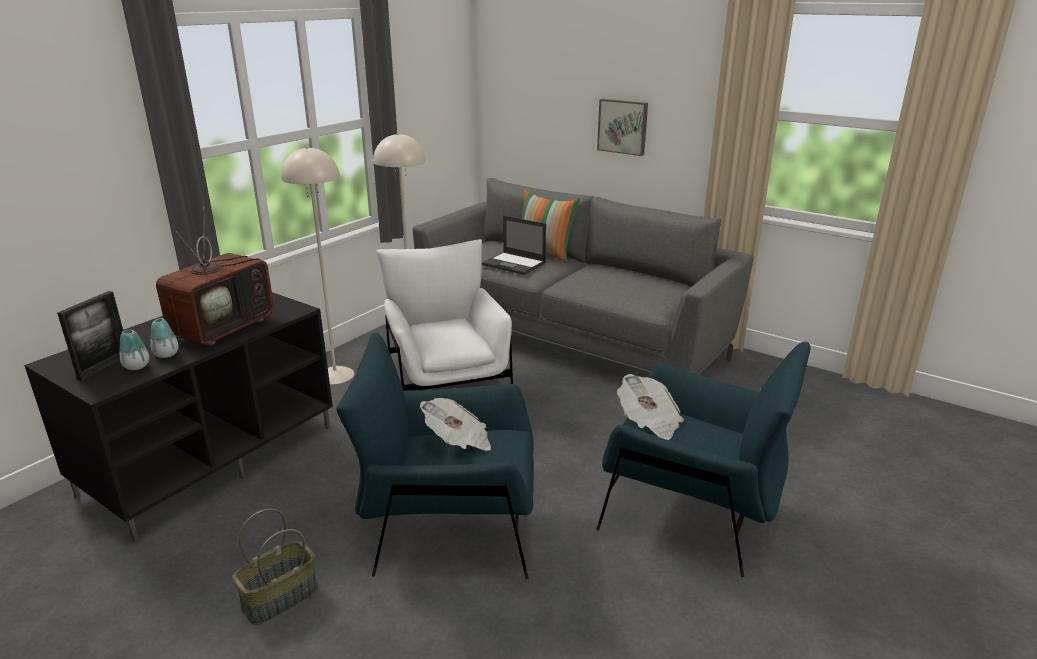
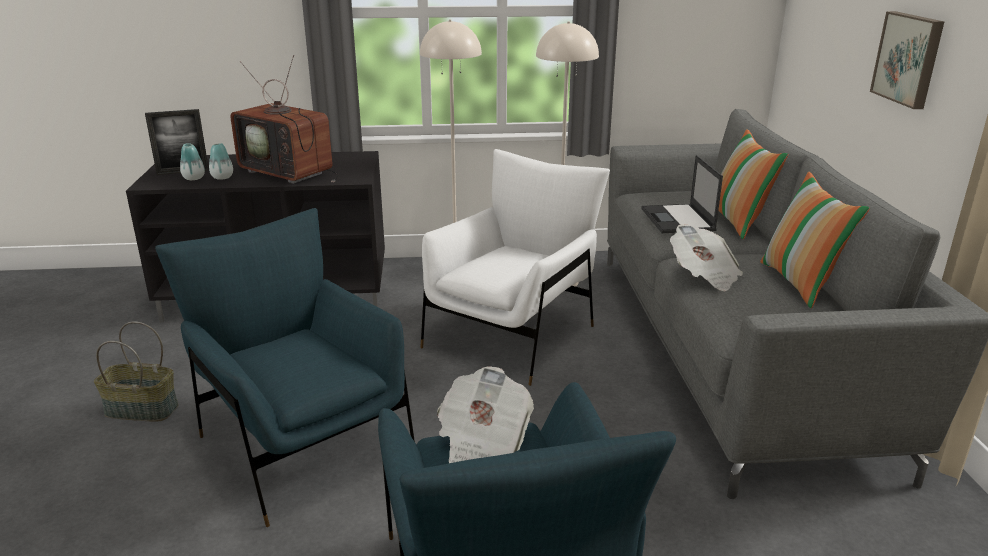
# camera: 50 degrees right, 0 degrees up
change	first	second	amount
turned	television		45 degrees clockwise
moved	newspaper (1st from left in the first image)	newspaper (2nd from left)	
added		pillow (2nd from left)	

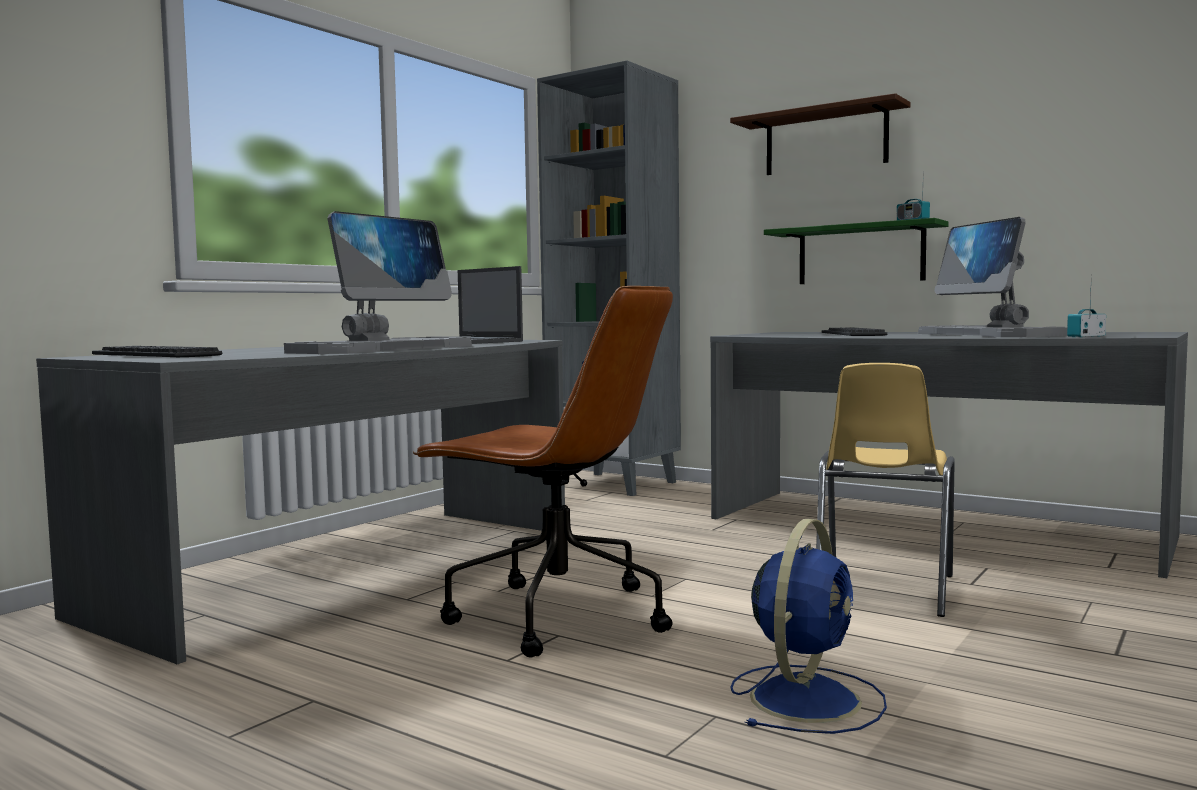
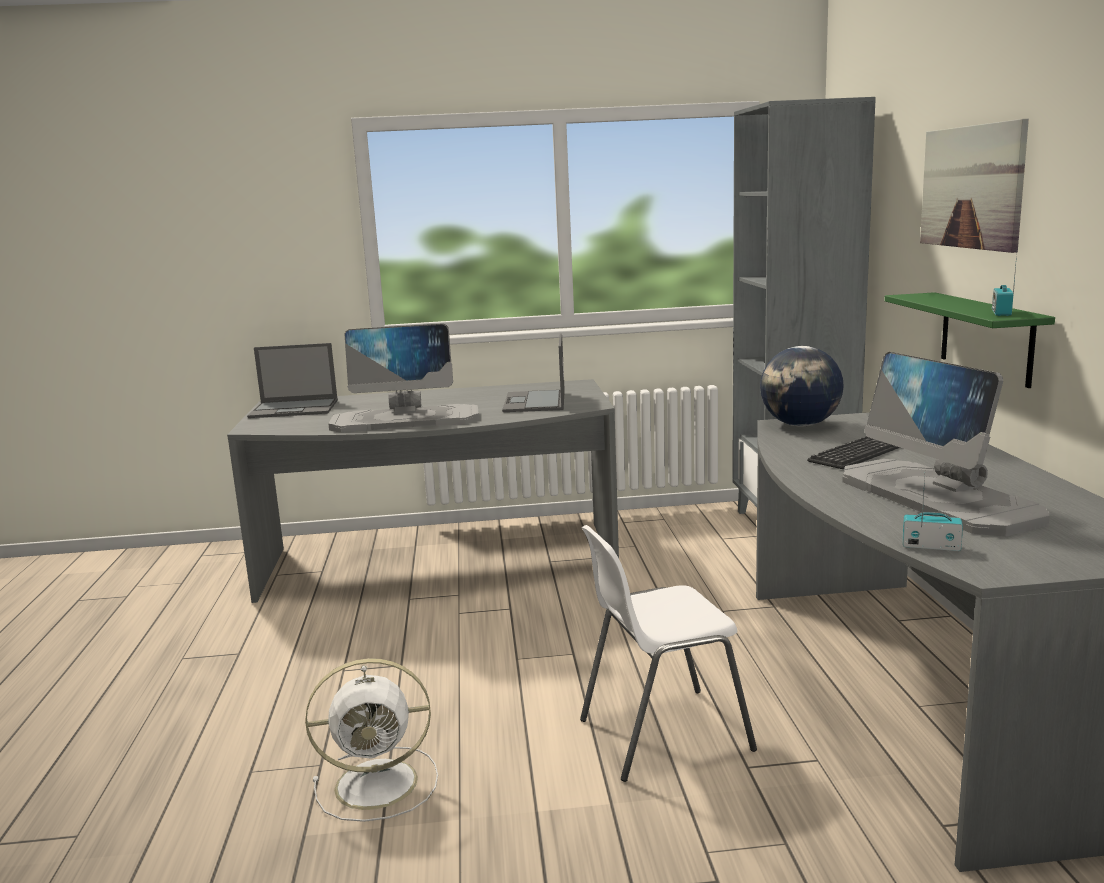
# camera: 50 degrees right, 10 degrees up
change	first	second	amount
replaced	keyboard (1st from left)	laptop (1st from left)	
removed	office chair in brown		
replaced	shelf in brown	picture	
recoloured	fan in blue	fan in white	
recoloured	chair in yellow	chair in white	
turned	monitor (2nd from left)		60 degrees counterclockwise
added		globe	

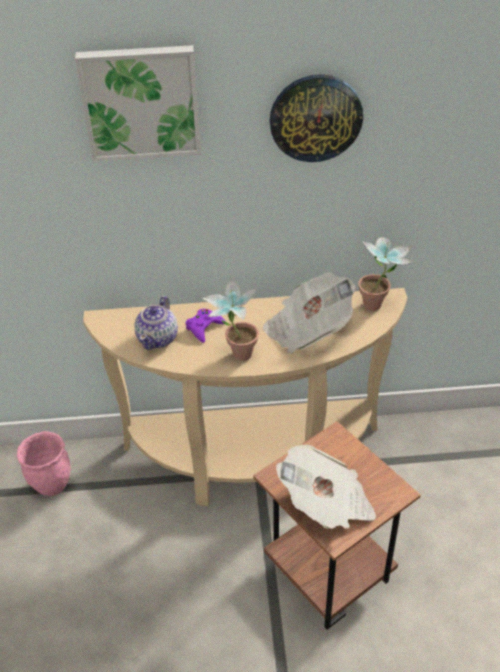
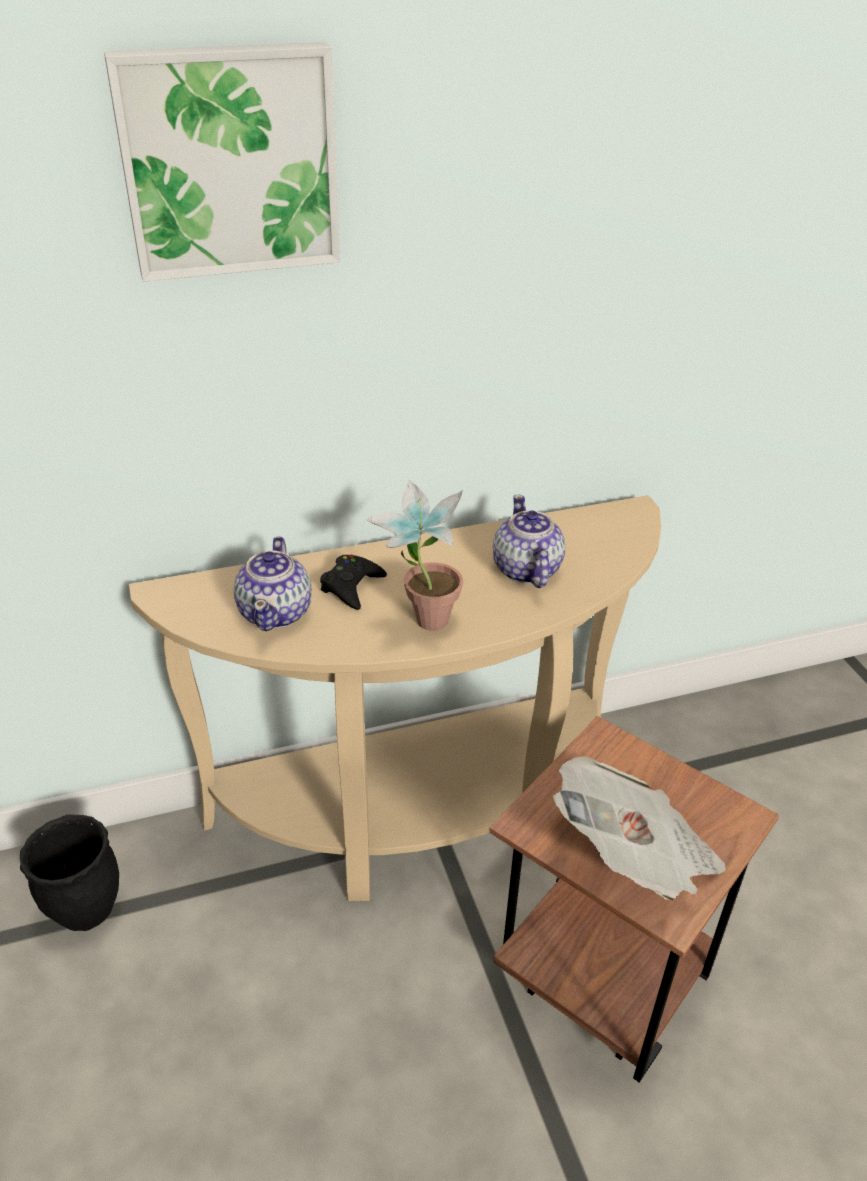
# camera: 15 degrees left, 5 degrees down
change	first	second	amount
recoloured	planter in pink	planter in black	
recoloured	game controller in purple	game controller in black	
replaced	newspaper (1st from left)	teapot (2nd from left)	
removed	wall clock		
removed	potted plant (2nd from left)		

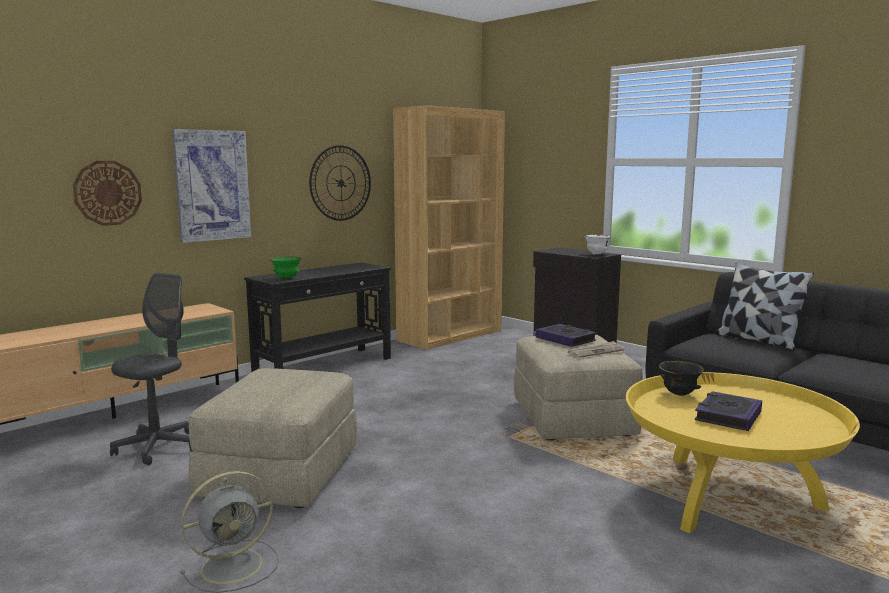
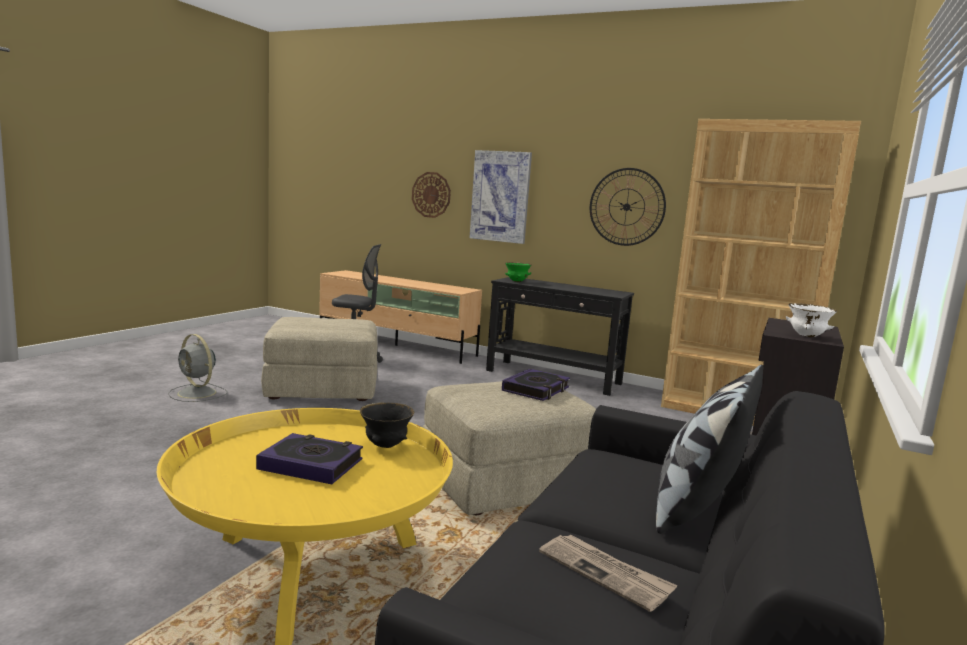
# camera: 70 degrees right, 0 degrees up
change	first	second	amount
moved	newspaper		

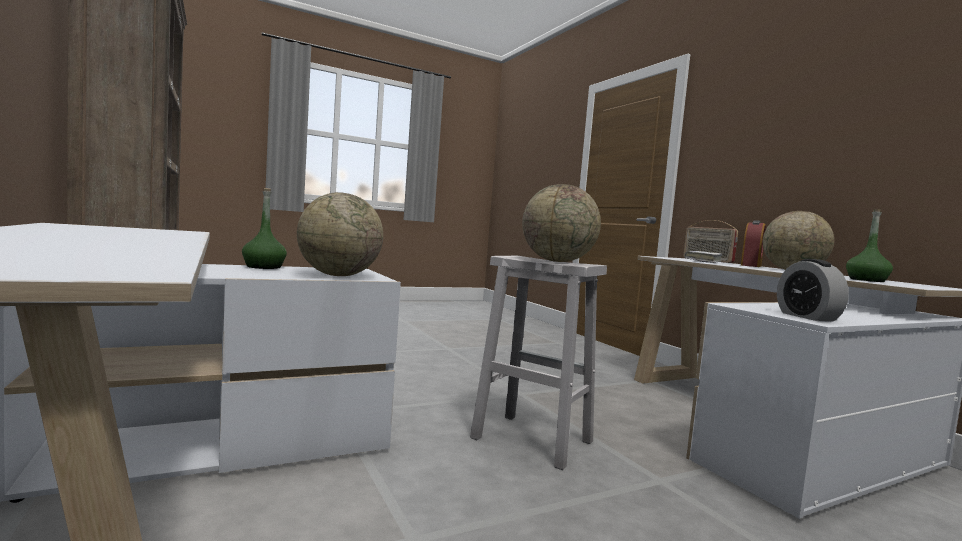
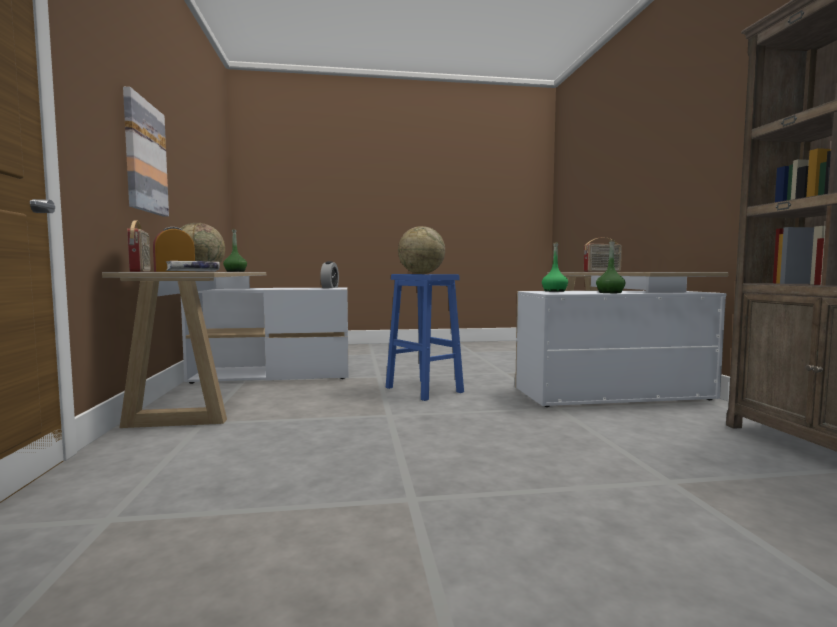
# camera: 160 degrees left, 0 degrees up
change	first	second	amount
replaced	globe (1st from left)	bottle in green (2nd from left)	
recoloured	stool in white	stool in blue	
added		picture	
added		radio (2nd from left)	

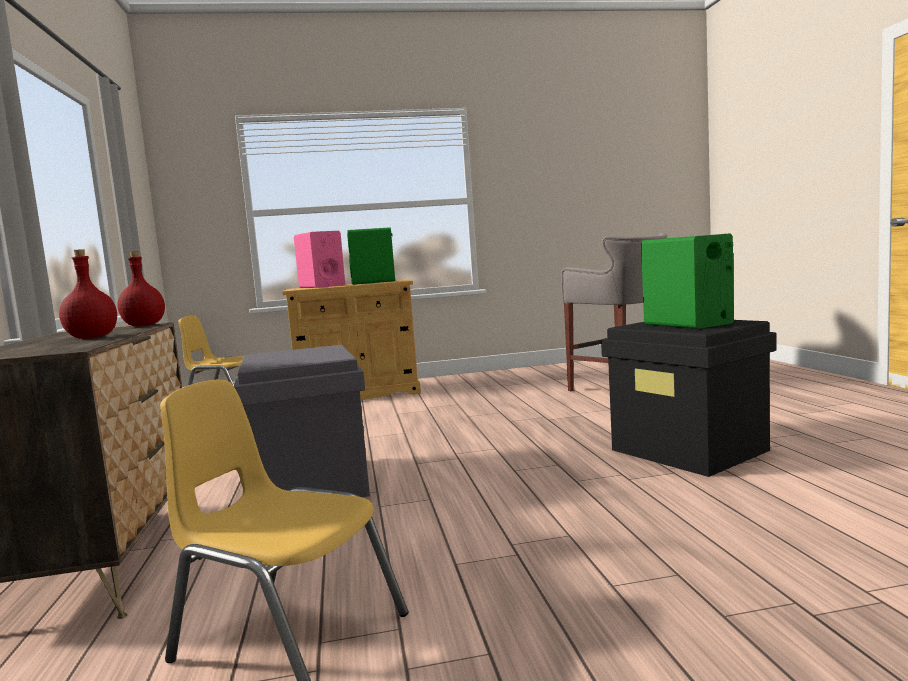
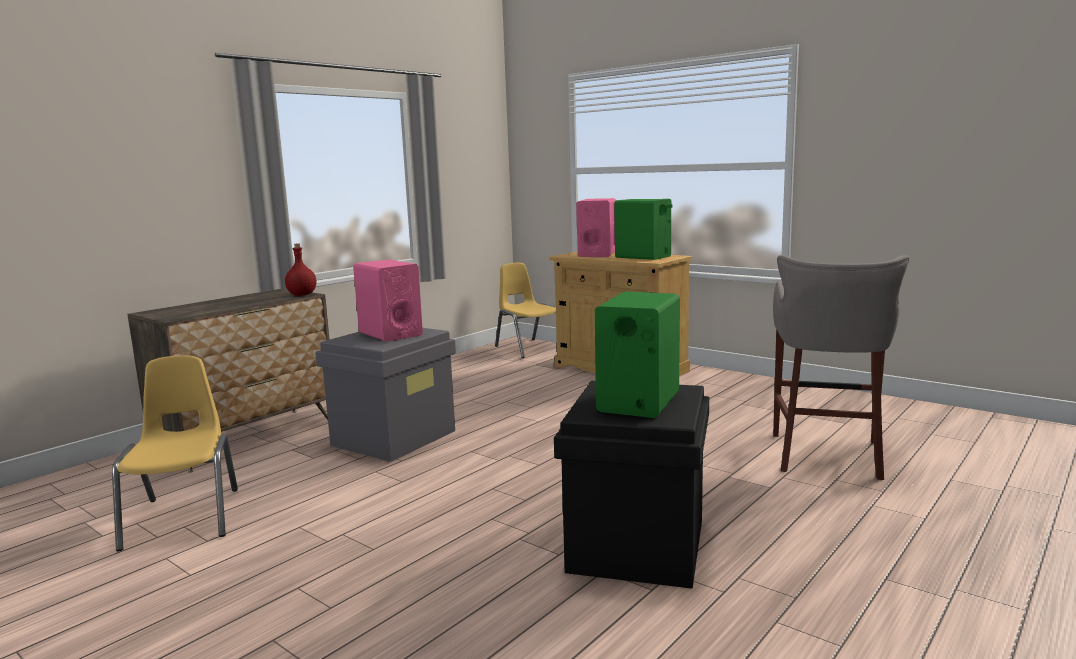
# camera: 50 degrees right, 5 degrees up
change	first	second	amount
removed	bottle in red (1st from left)		
added		speaker in pink (1st from left)	

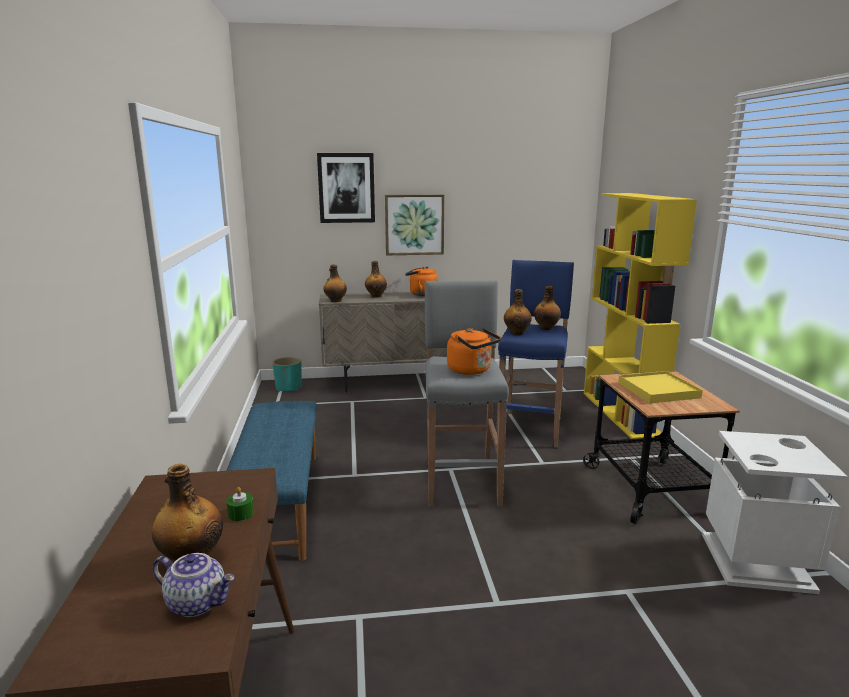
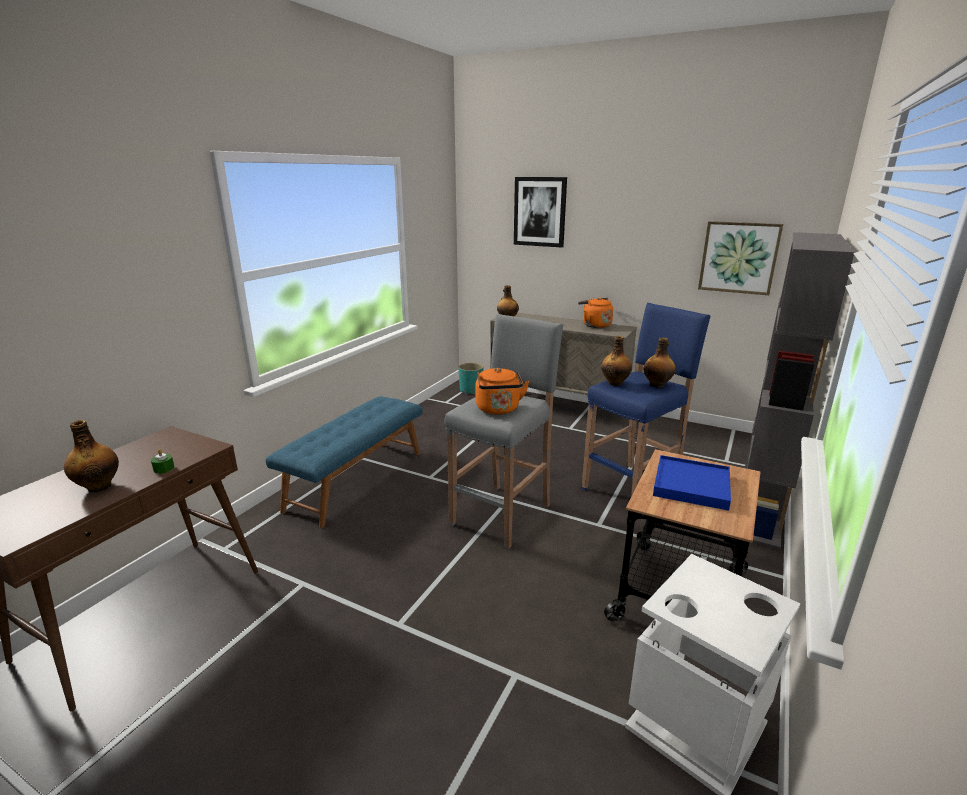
# camera: 35 degrees right, 5 degrees up
change	first	second	amount
removed	teapot		
removed	bottle (3rd from left)		
moved	picture (2nd from left)		
recoloured	bookcase in yellow	bookcase in grey	
recoloured	tray in yellow	tray in blue	

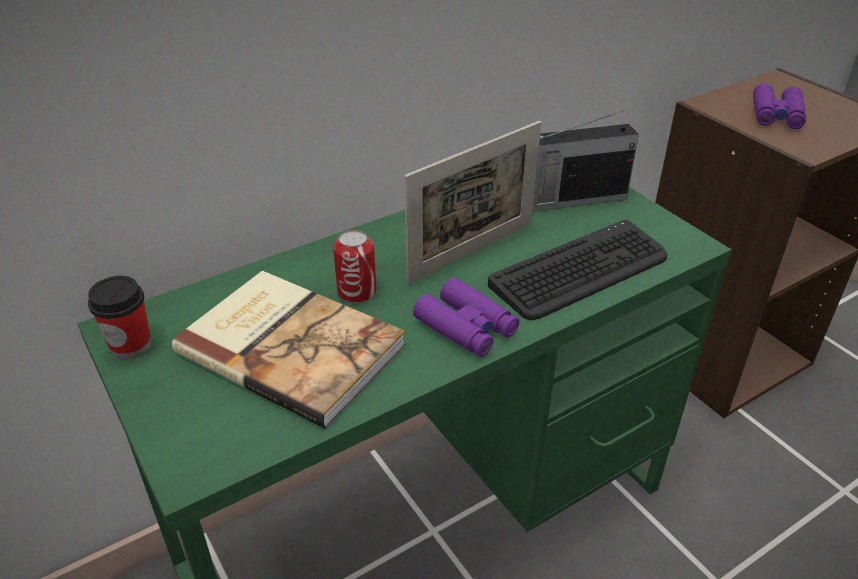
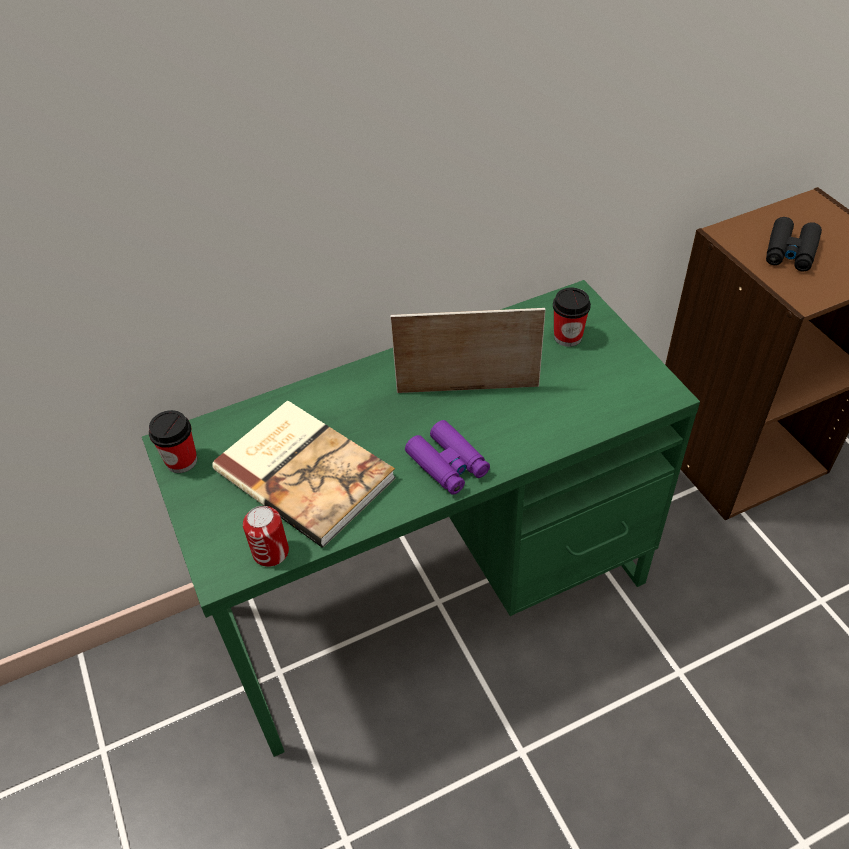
# camera: 10 degrees right, 10 degrees up
change	first	second	amount
moved	can		
turned	picture frame		150 degrees counterclockwise
removed	keyboard		
replaced	radio	cup (2nd from left)	
recoloured	binoculars in purple (2nd from left)	binoculars in black	

